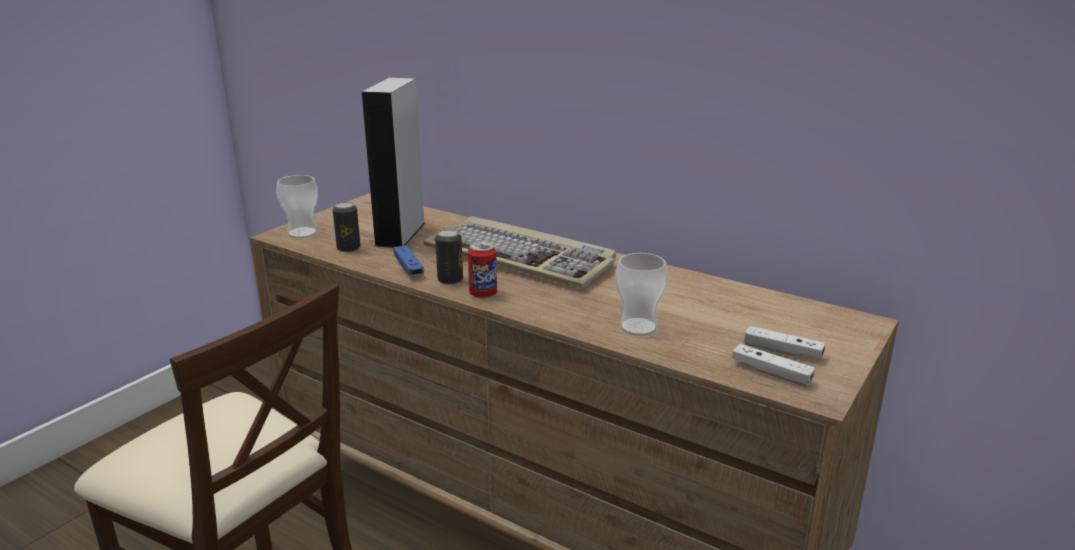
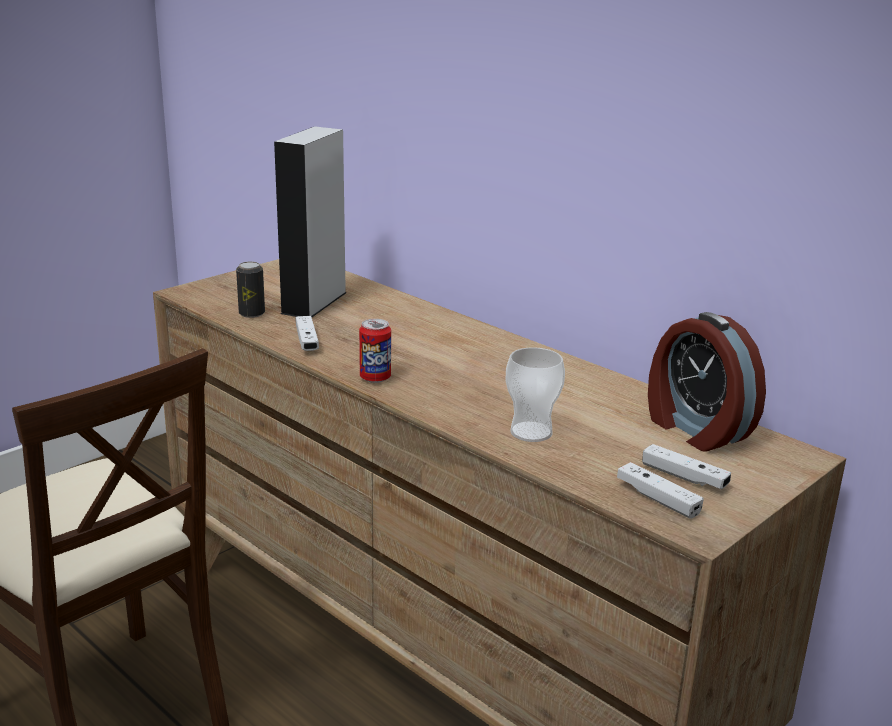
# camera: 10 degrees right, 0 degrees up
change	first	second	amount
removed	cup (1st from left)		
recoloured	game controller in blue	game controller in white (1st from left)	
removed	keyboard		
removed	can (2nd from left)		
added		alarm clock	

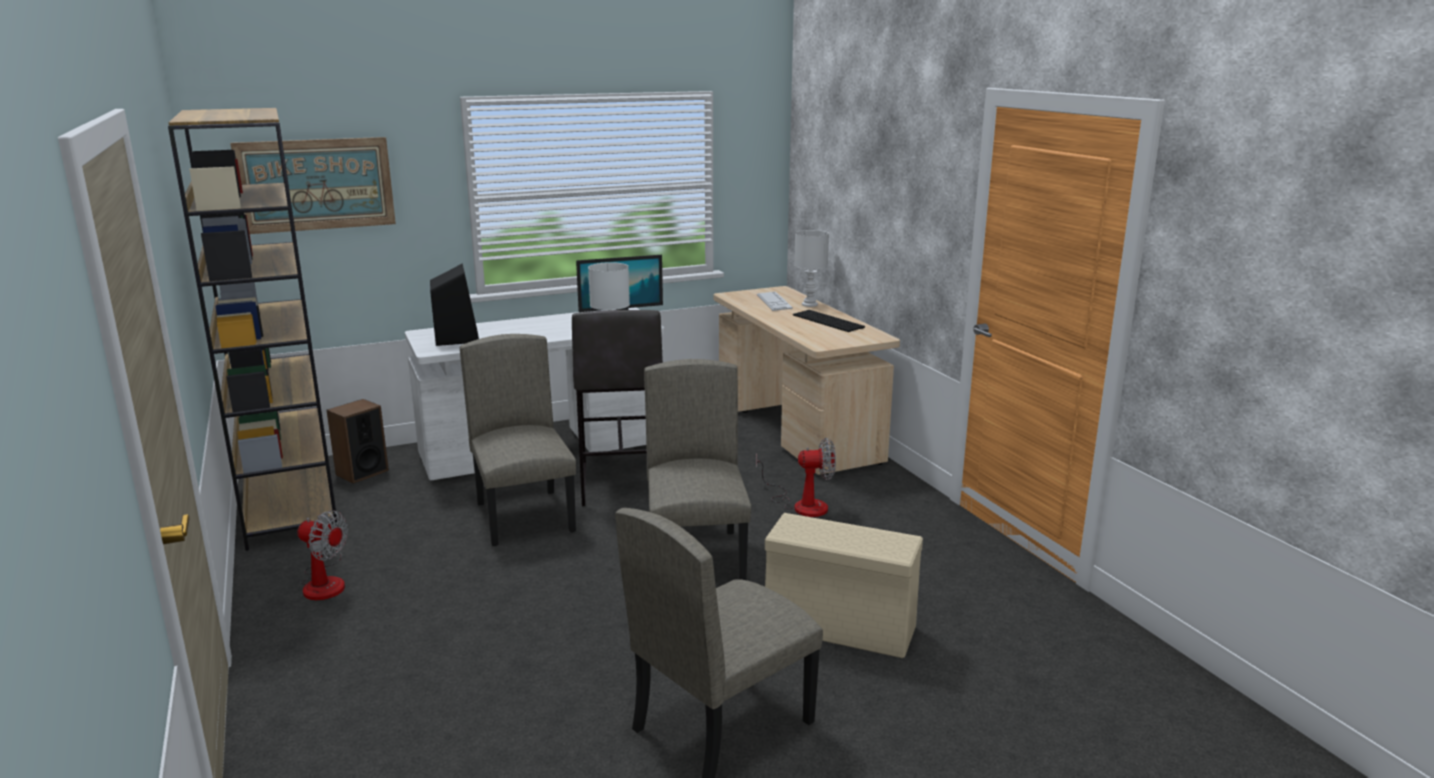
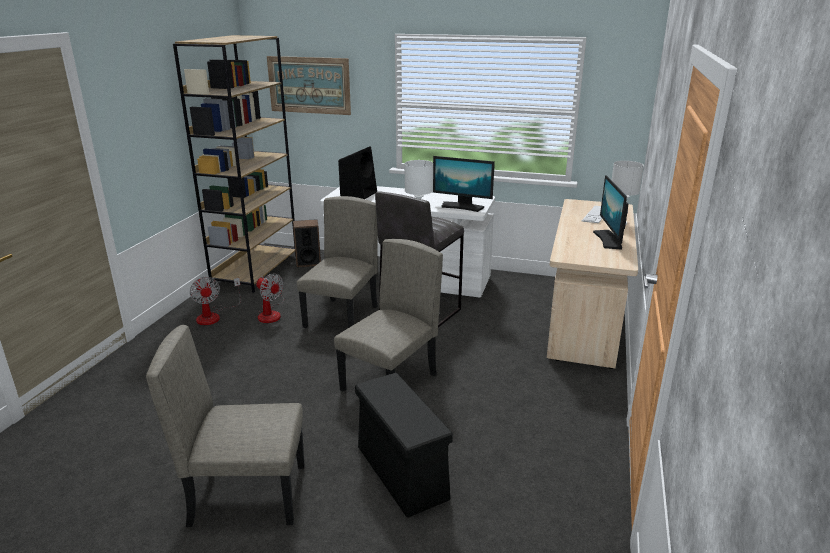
# camera: 40 degrees right, 5 degrees up
change	first	second	amount
moved	fan (2nd from left)		
recoloured	storage box in beige	storage box in black	
replaced	keyboard (2nd from left)	monitor (2nd from left)	

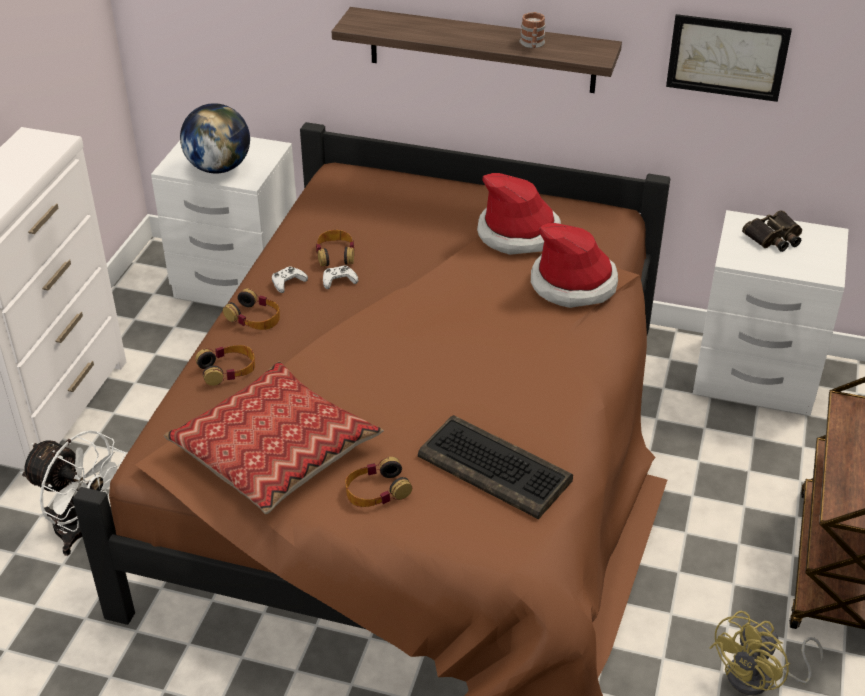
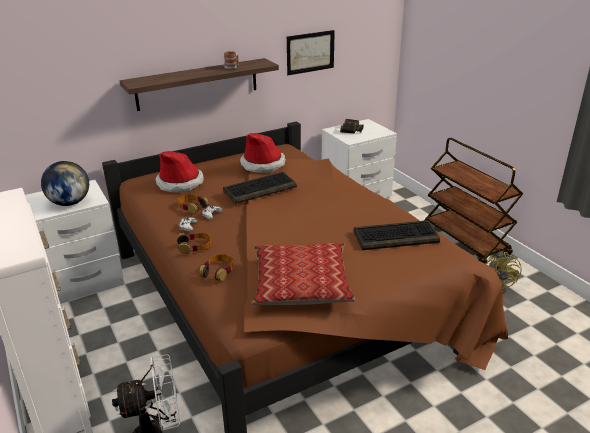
# camera: 45 degrees left, 10 degrees down
change	first	second	amount
removed	headphones (4th from left)		
moved	hat (2nd from left in the first image)	hat (1st from left)	
added		keyboard (1st from left)	

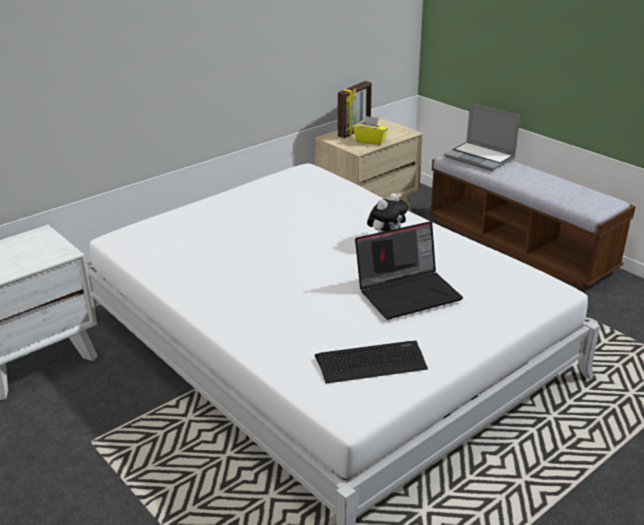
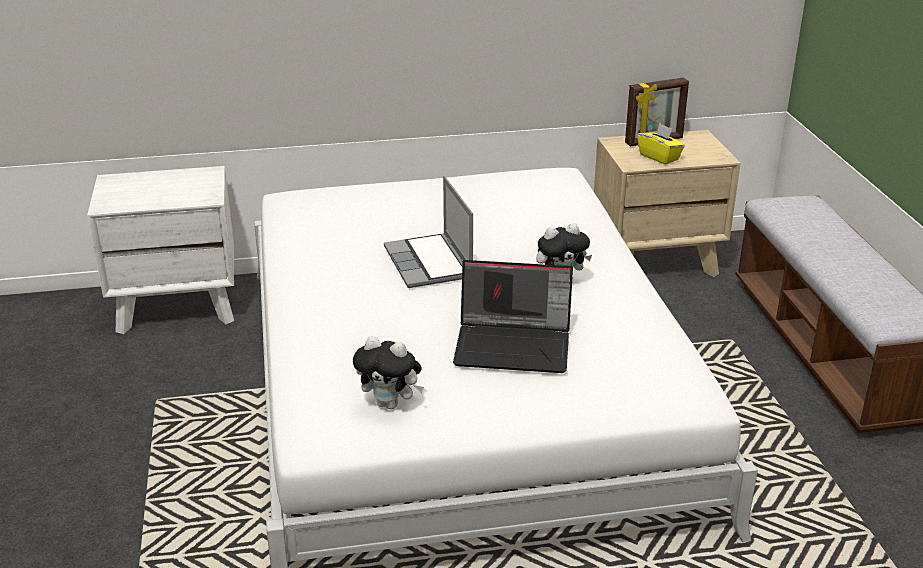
# camera: 30 degrees right, 0 degrees up
change	first	second	amount
replaced	keyboard	plush toy (1st from left)	
moved	laptop (2nd from left in the first image)	laptop (1st from left)	

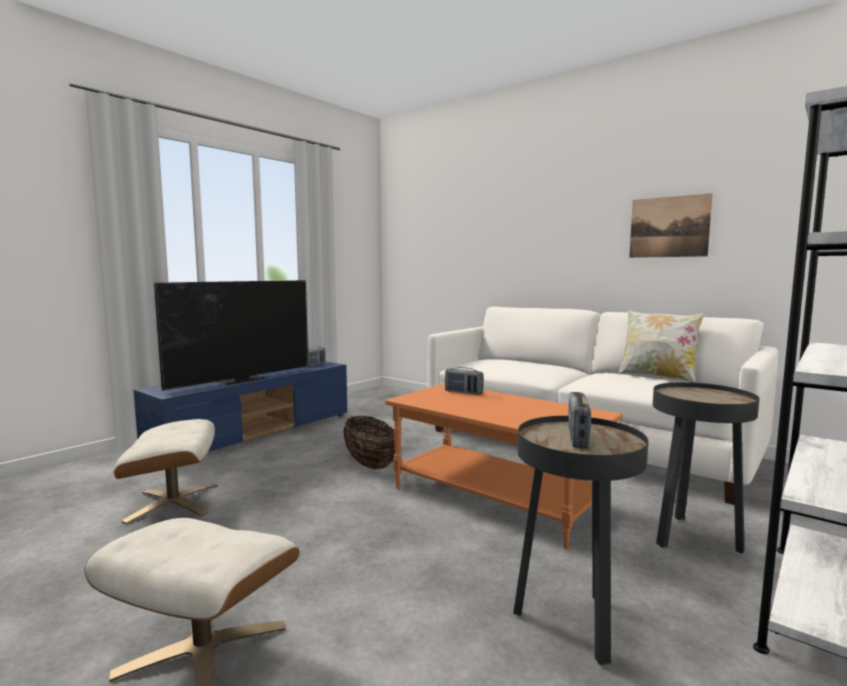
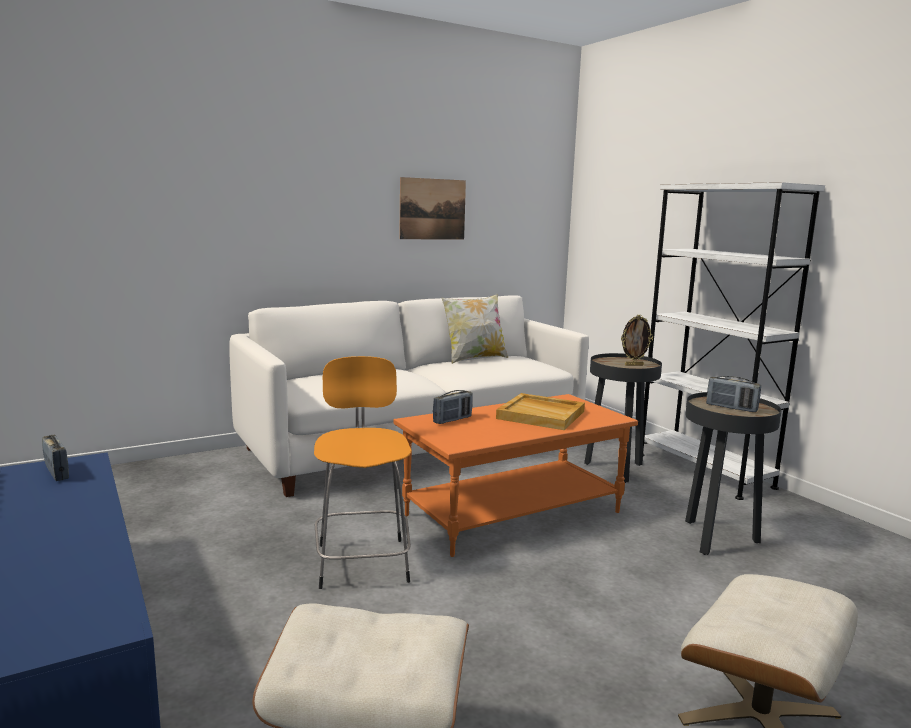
# camera: 70 degrees left, 5 degrees up
change	first	second	amount
removed	television		
replaced	basket	stool in orange	
added		tray in beige	
added		picture frame	

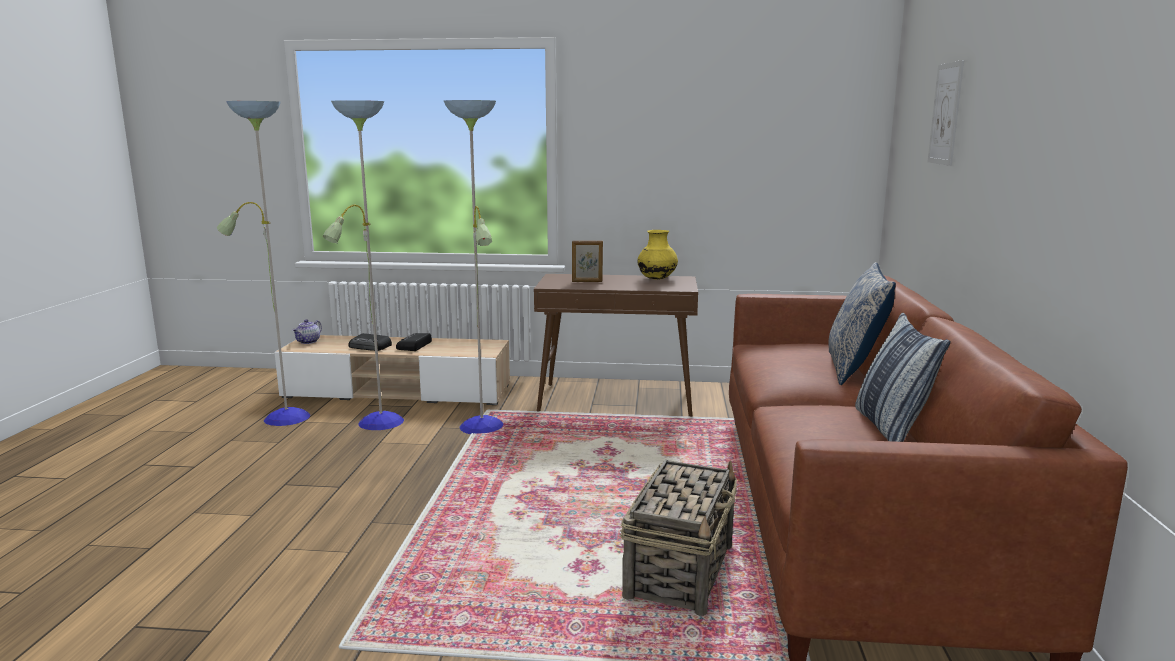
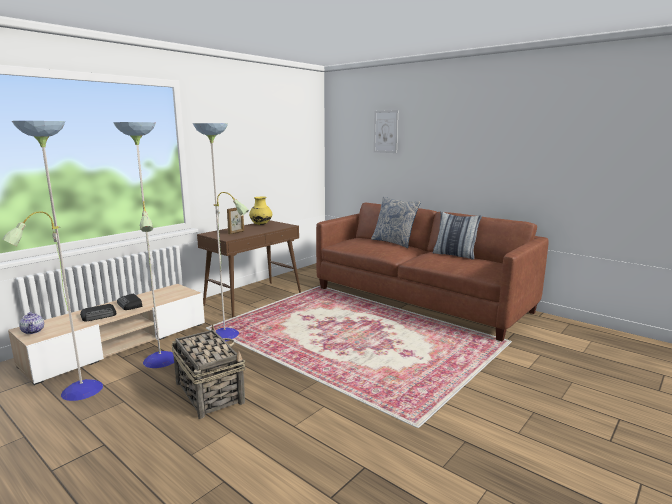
# camera: 55 degrees left, 0 degrees up
change	first	second	amount
moved	basket		

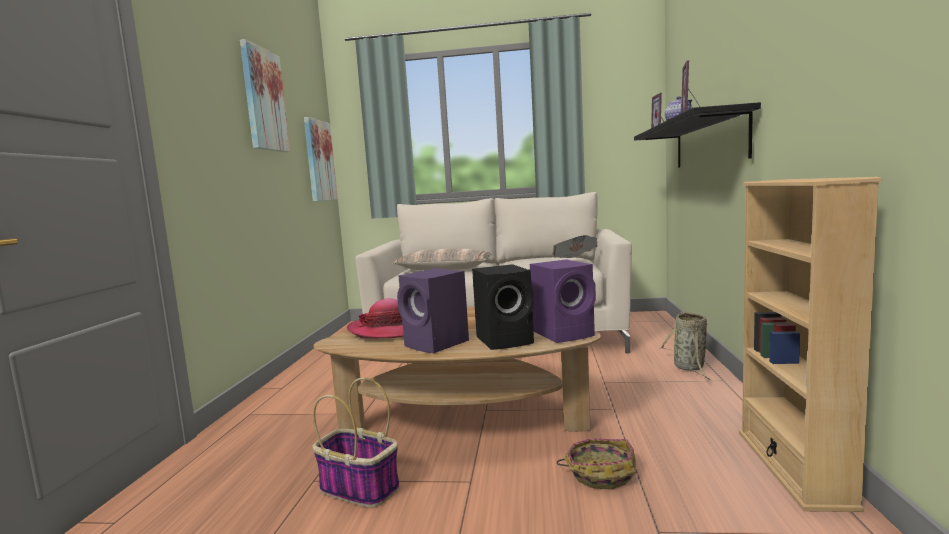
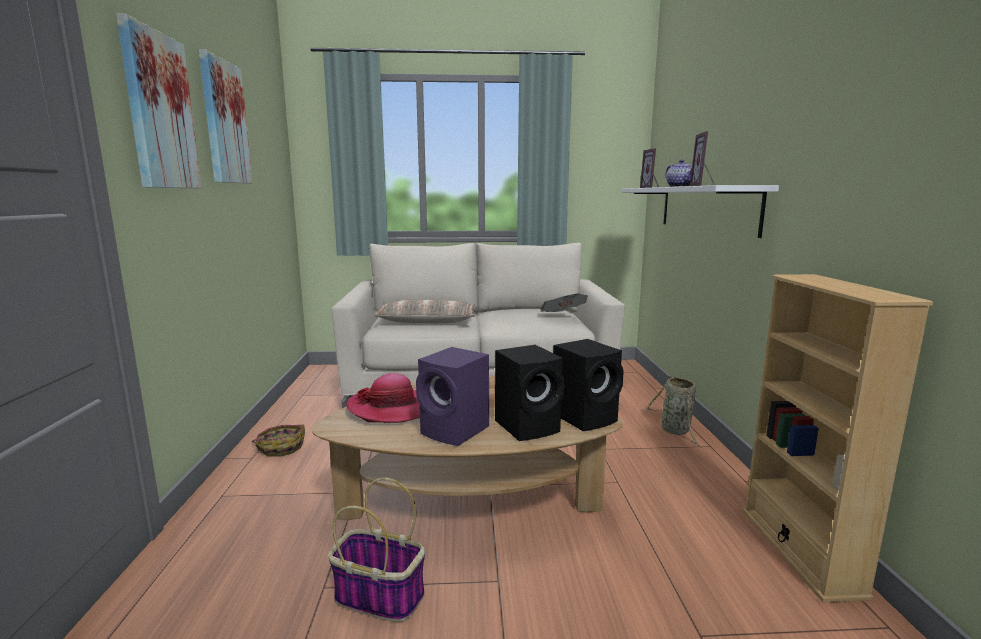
# camera: 10 degrees left, 5 degrees up
change	first	second	amount
moved	picture (2nd from left in the first image)	picture (1st from left)	
recoloured	speaker in purple (2nd from left)	speaker in black (2nd from left)	
moved	basket (2nd from left in the first image)	basket (1st from left)	
recoloured	shelf in black	shelf in white	

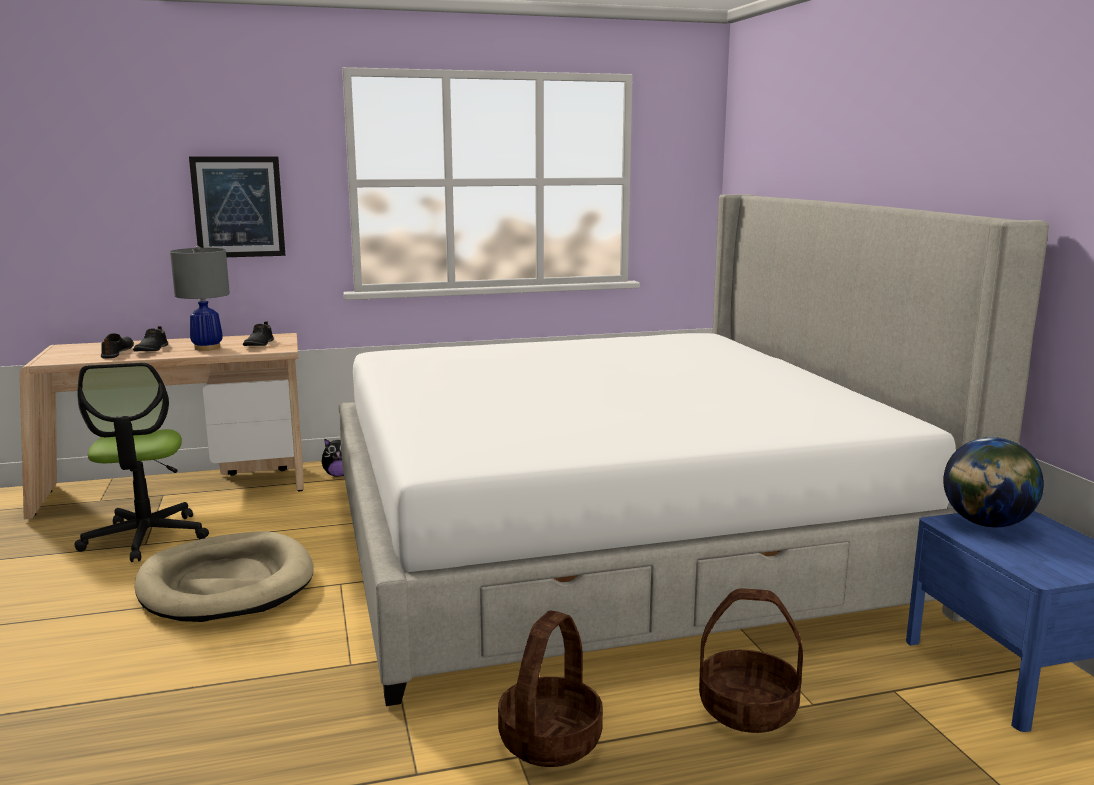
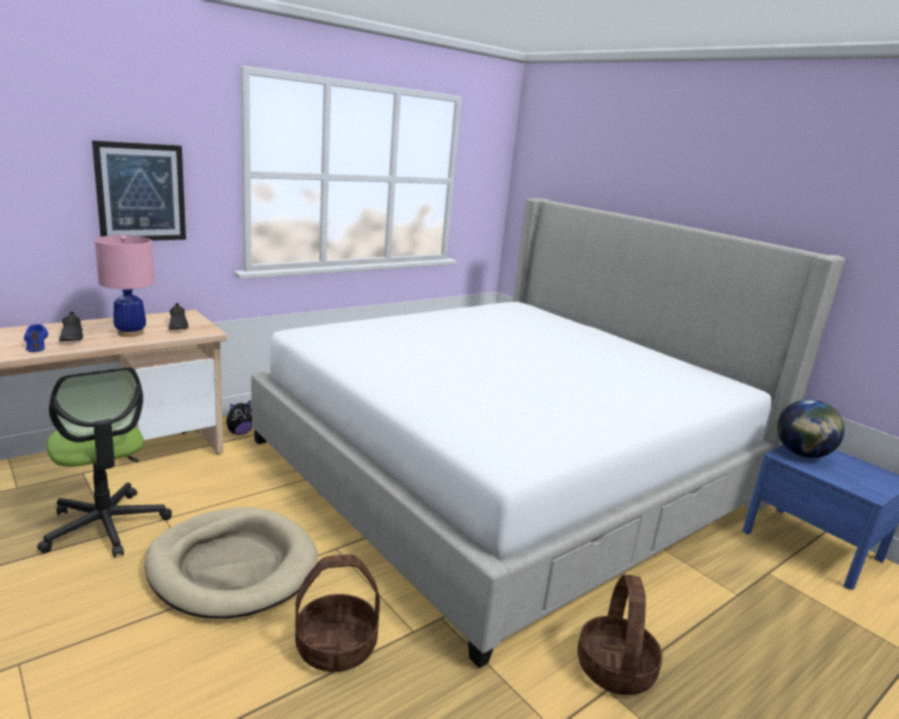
# camera: 25 degrees left, 5 degrees up
change	first	second	amount
recoloured	shoe in black (1st from left)	shoe in blue	
recoloured	table lamp in grey	table lamp in pink	
moved	basket (2nd from left in the first image)	basket (1st from left)	

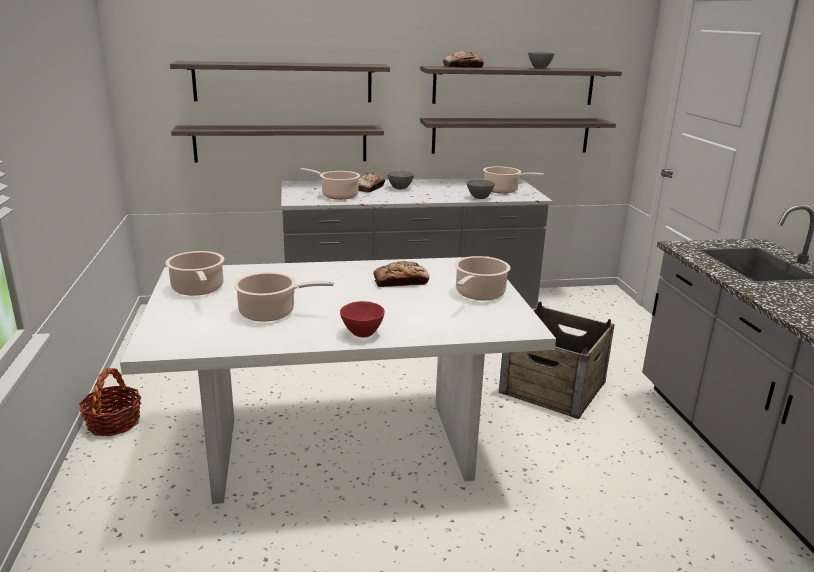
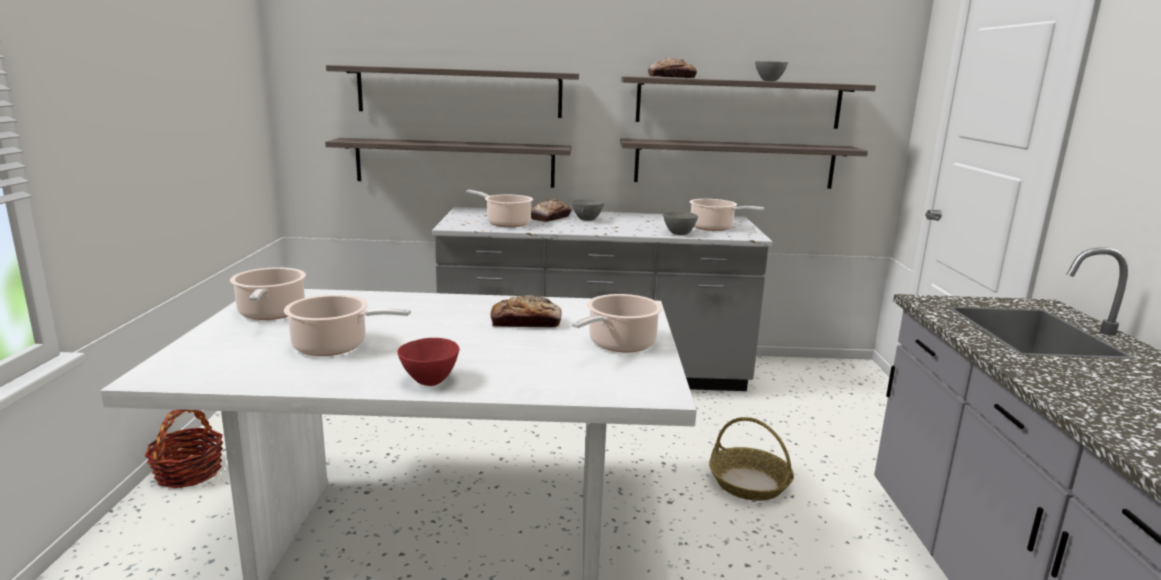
# camera: 10 degrees right, 5 degrees down
change	first	second	amount
replaced	crate	basket (2nd from left)	

